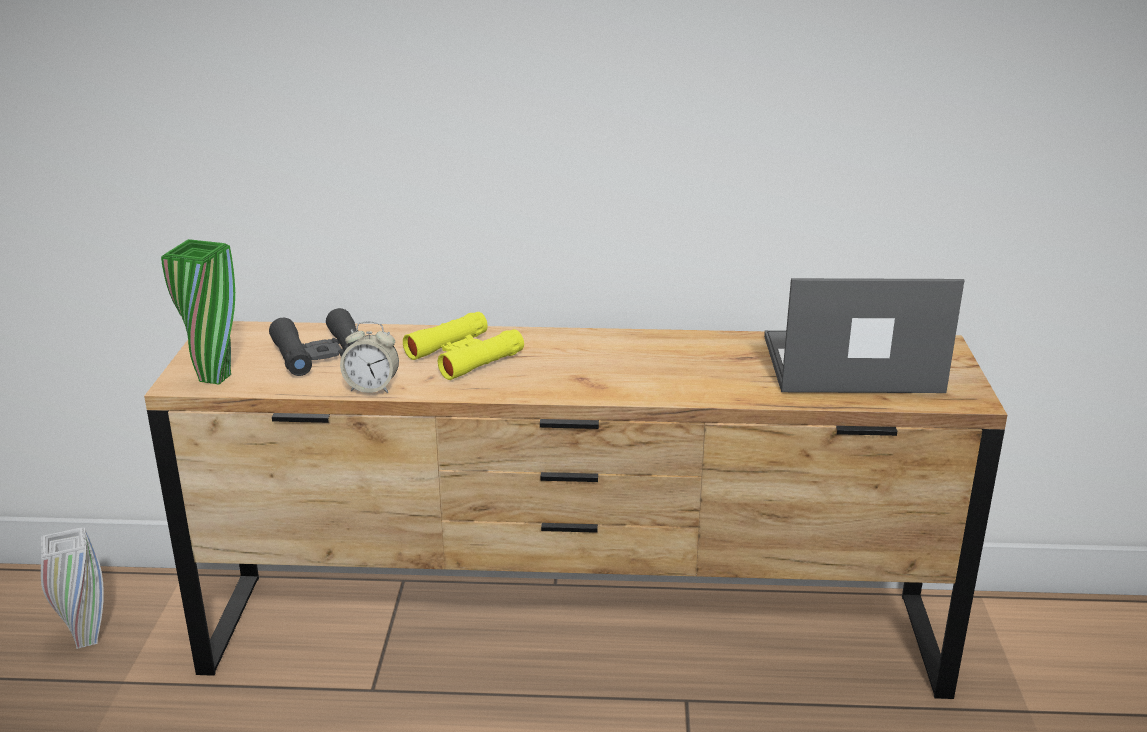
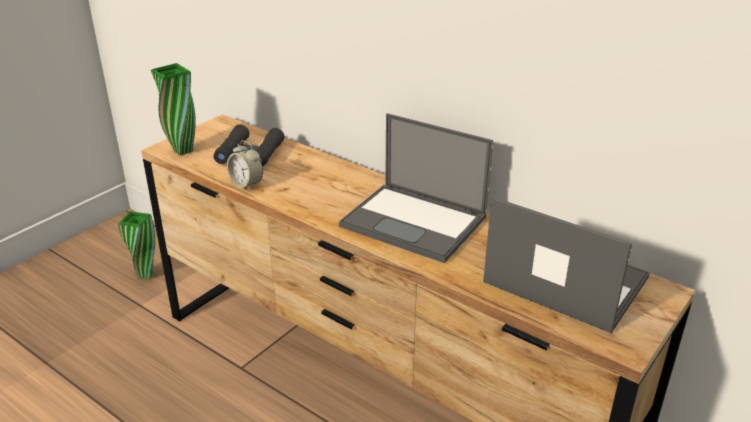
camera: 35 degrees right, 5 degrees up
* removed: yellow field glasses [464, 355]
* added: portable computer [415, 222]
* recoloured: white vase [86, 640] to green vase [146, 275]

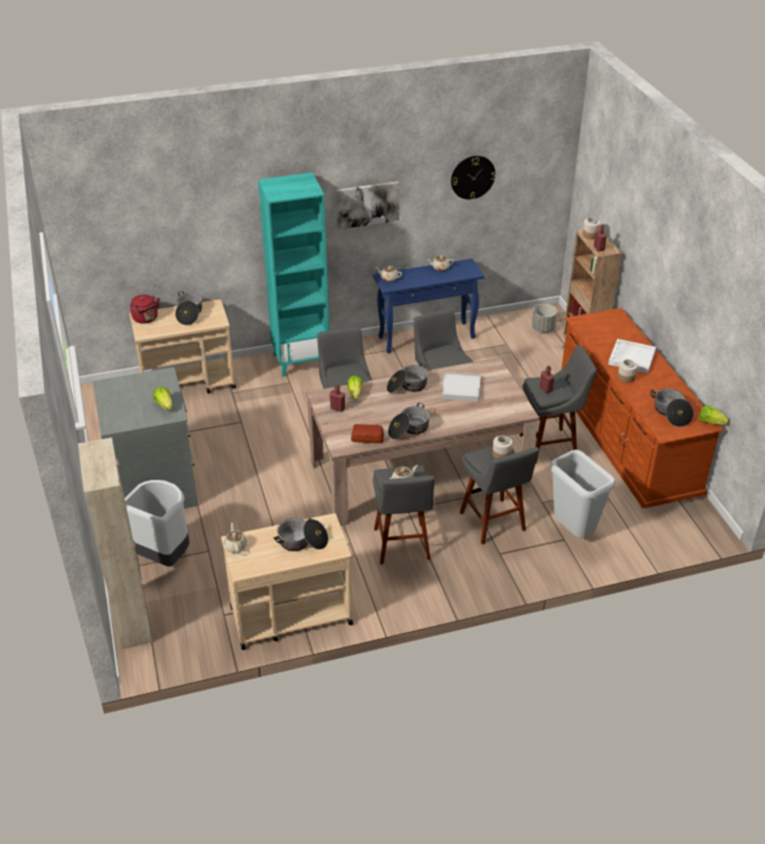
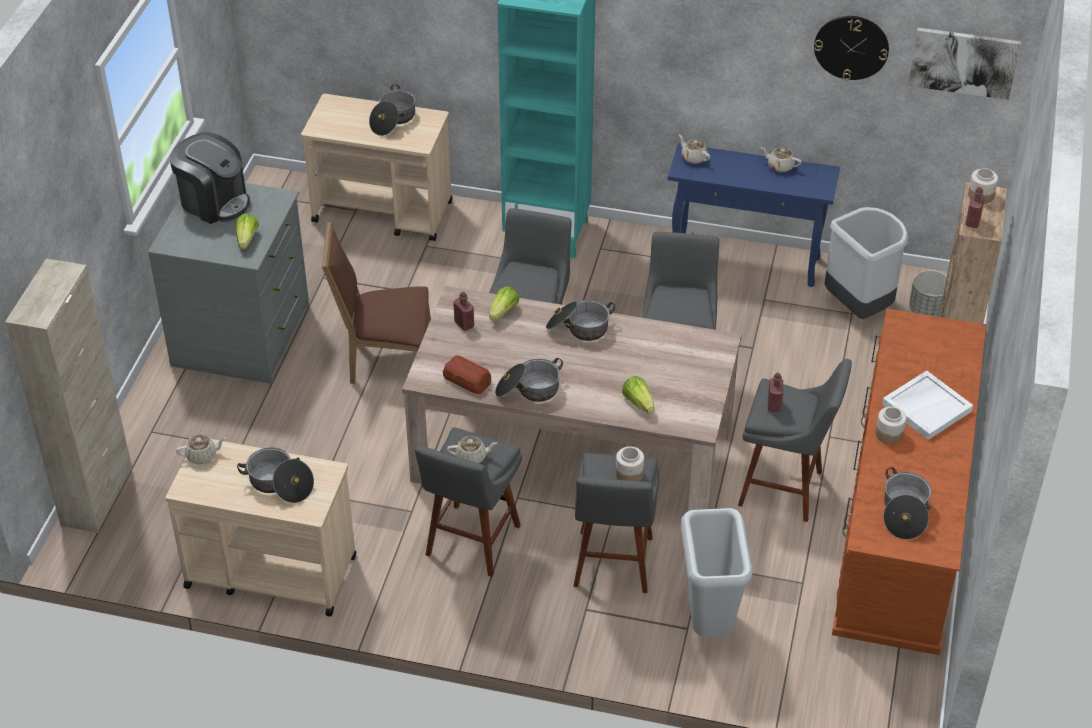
camera: 30 degrees right, 5 degrees up
* removed: red tea kettle [146, 319]
* removed: white serving tray [461, 388]
* added: coffee machine [214, 202]
* added: brownish upright chair [386, 361]
* moved: greyish trash can [164, 556] to [859, 307]
* moved: picture [367, 204] to [963, 62]
* moved: lettuce [711, 422] to [638, 402]
* turned: beige-coloured teapot [235, 546] = [202, 456] 60 degrees clockwise

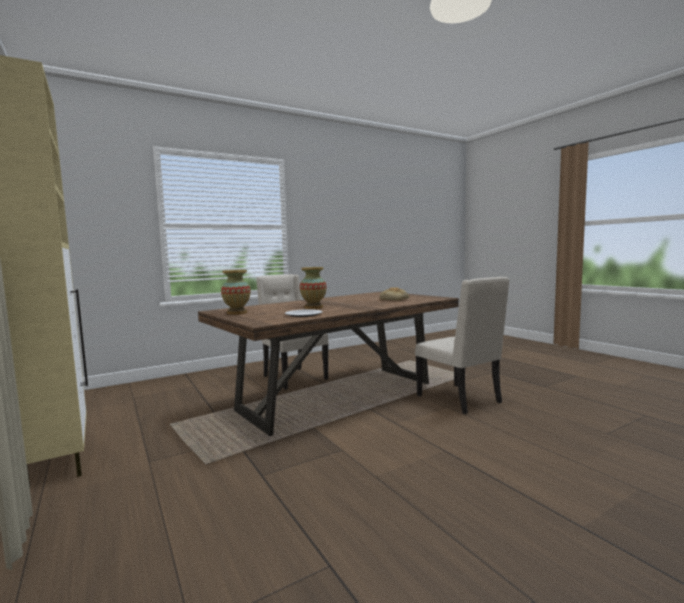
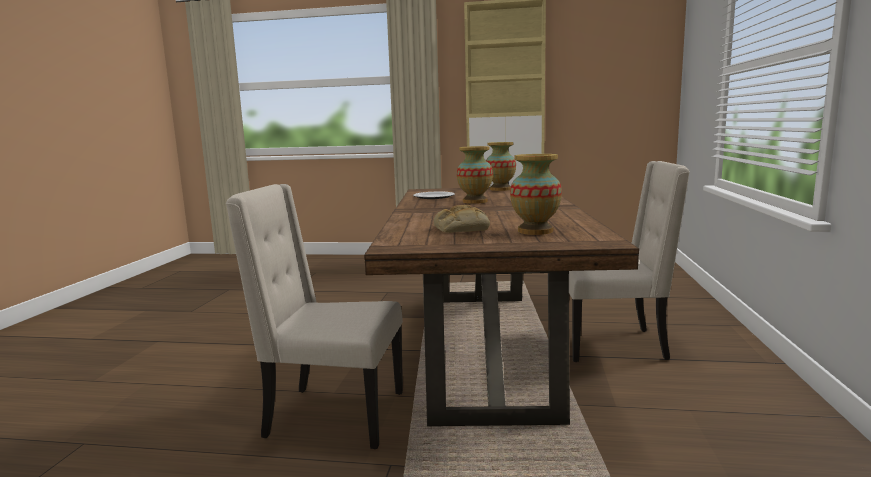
camera: 130 degrees right, 5 degrees up
* added: vase [535, 231]

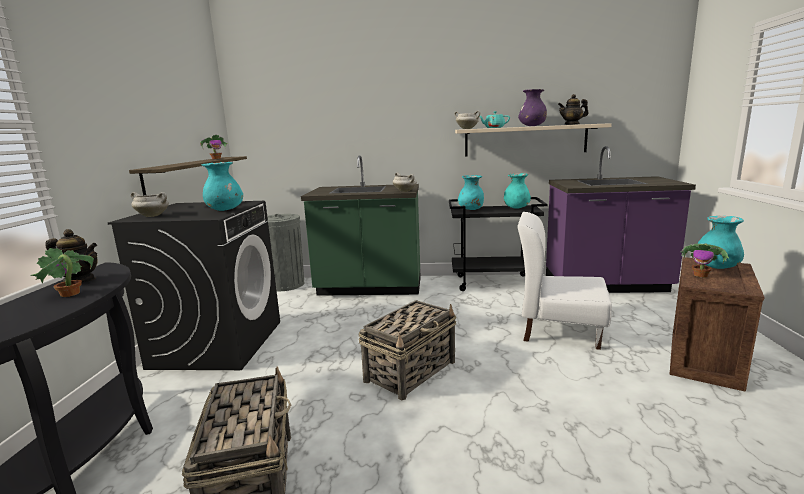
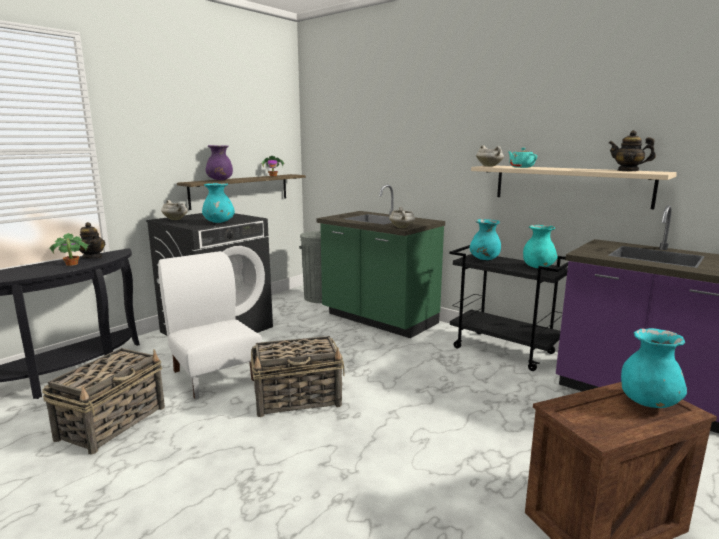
camera: 35 degrees right, 0 degrees up
* removed: potted plant [701, 275]
* moved: purple vase [532, 126] to [220, 180]
* moved: white upright chair [559, 330] to [214, 374]

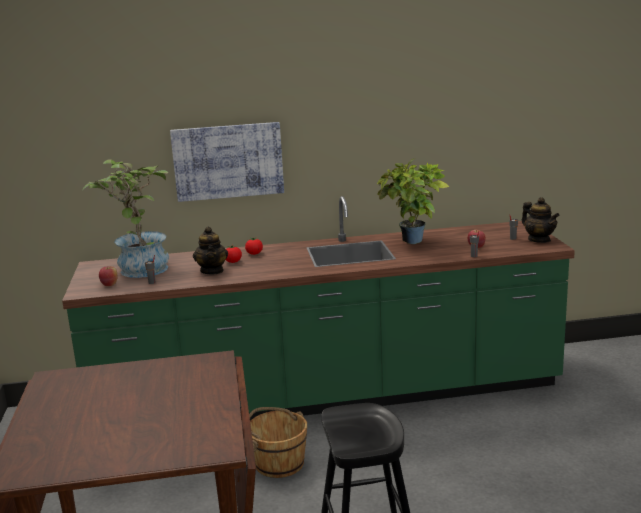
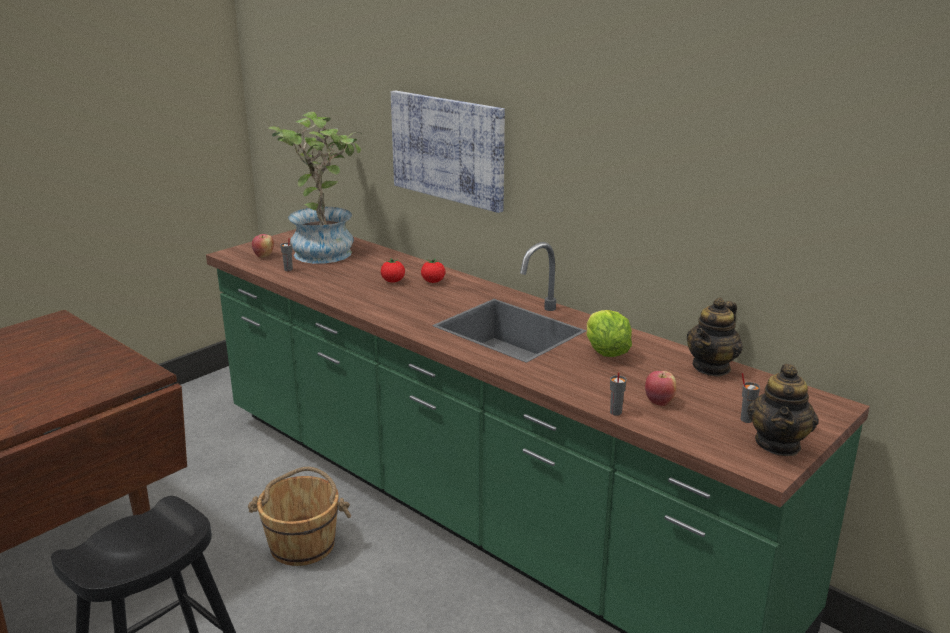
camera: 50 degrees right, 5 degrees up
* moved: teapot [212, 271] to [712, 367]
* replaced: potted plant [412, 243] to lettuce [605, 352]

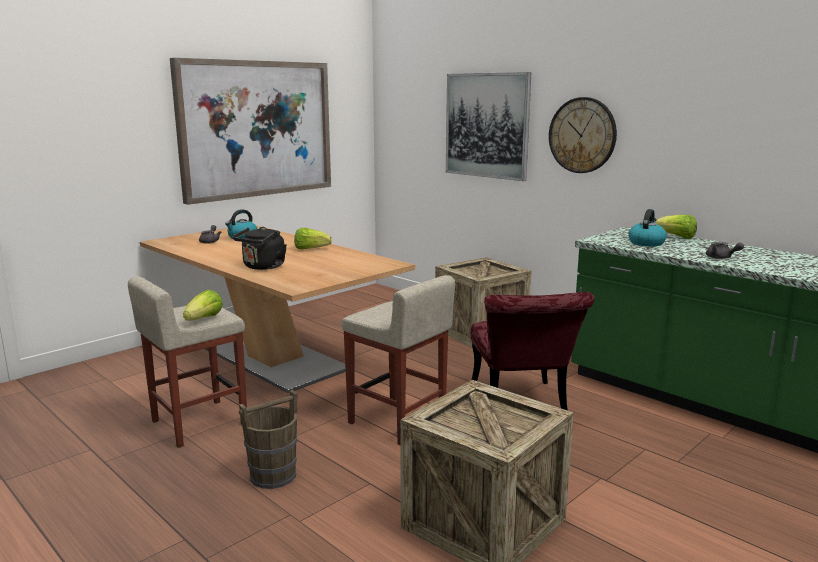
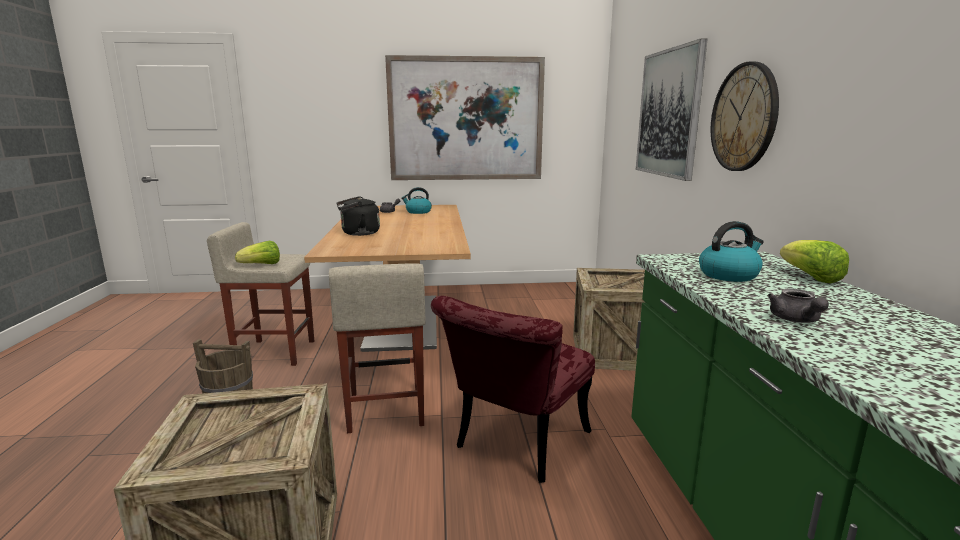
camera: 40 degrees right, 0 degrees up
* removed: lettuce [311, 249]

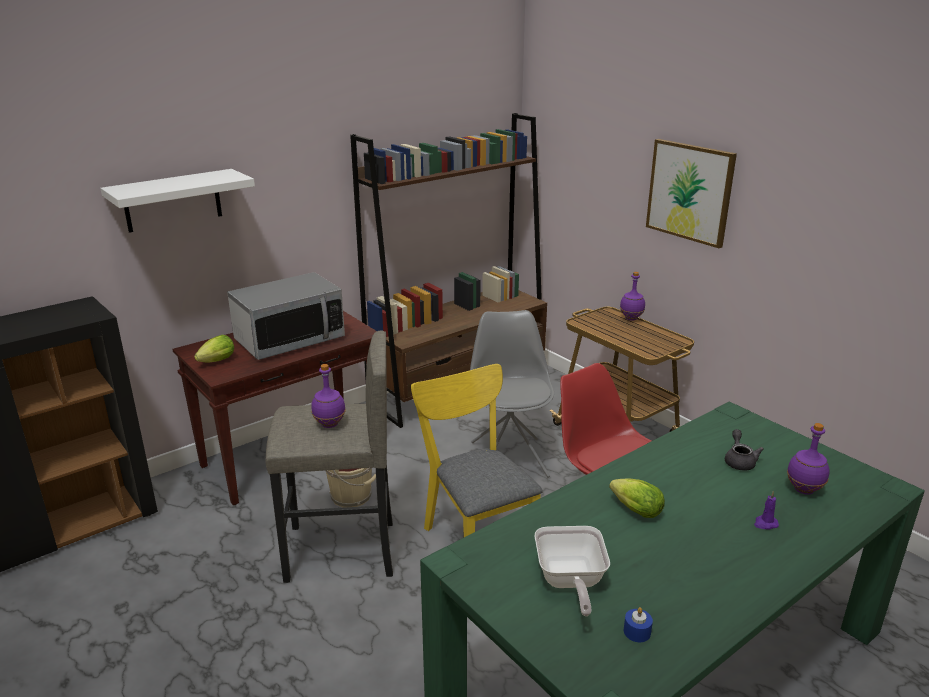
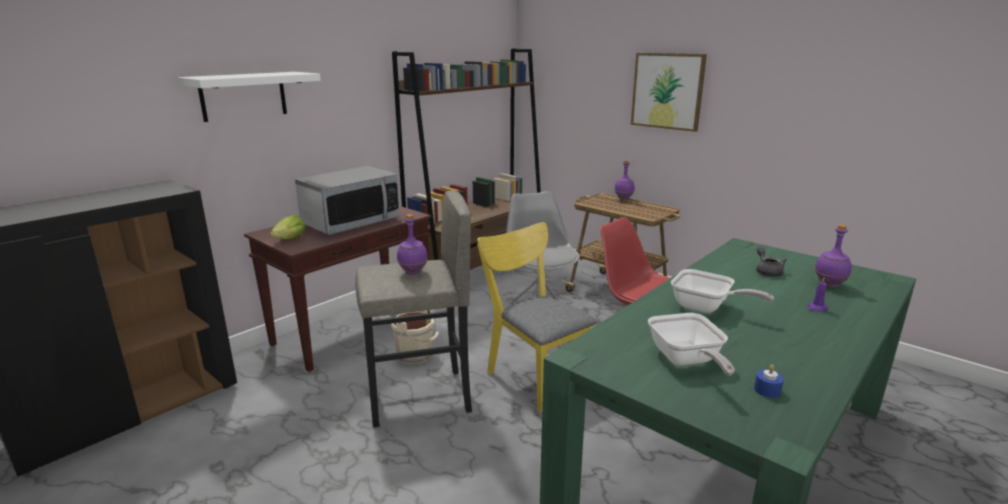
camera: 10 degrees left, 5 degrees down
* replaced: lettuce [633, 509] to frying pan [706, 308]

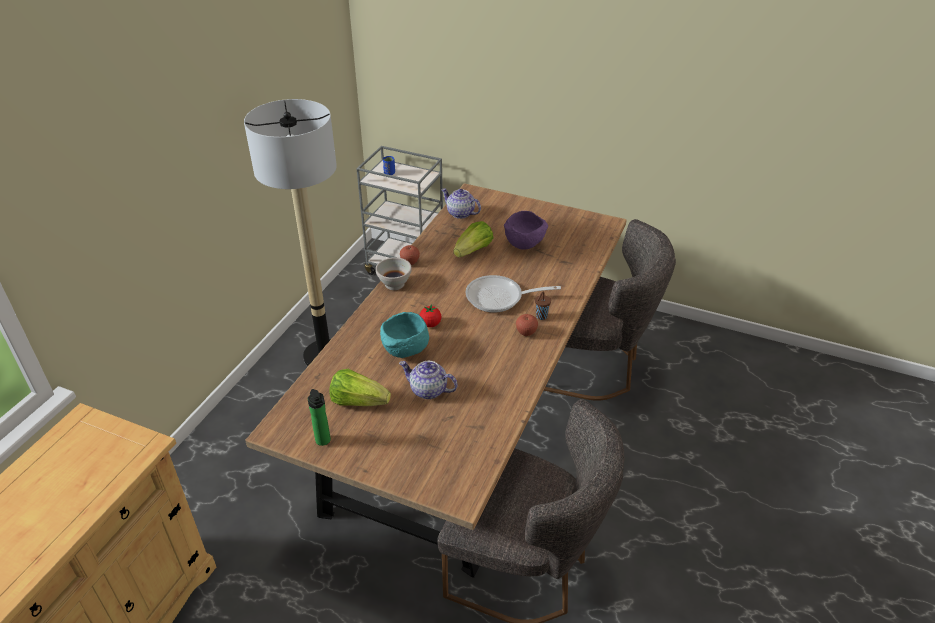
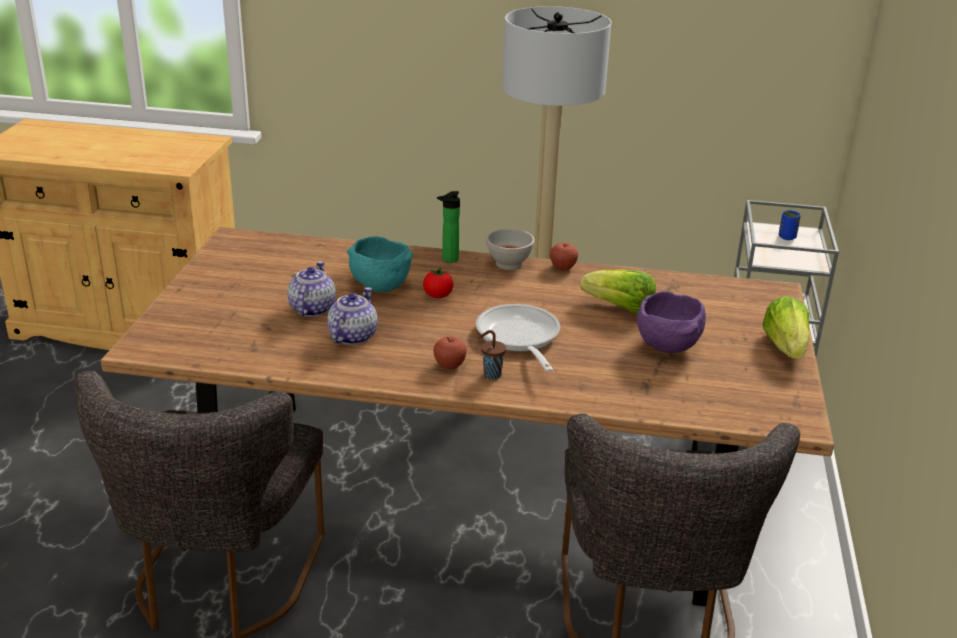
camera: 75 degrees right, 10 degrees down
* moved: drink bottle [324, 441] to [448, 260]
* moved: lettuce [358, 401] to [785, 347]
* moved: teapot [460, 213] to [352, 336]

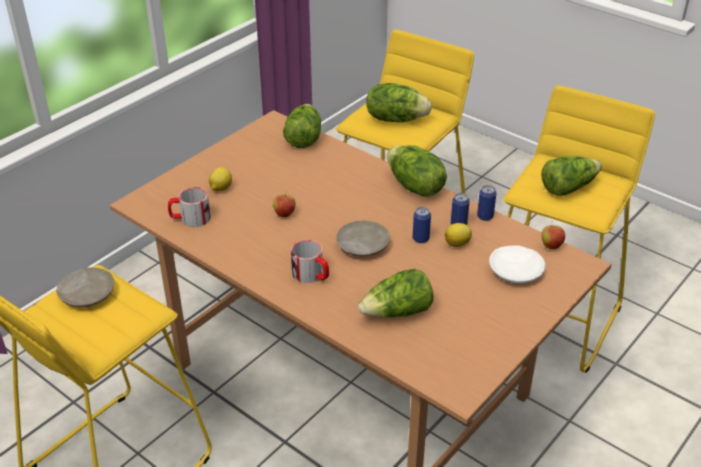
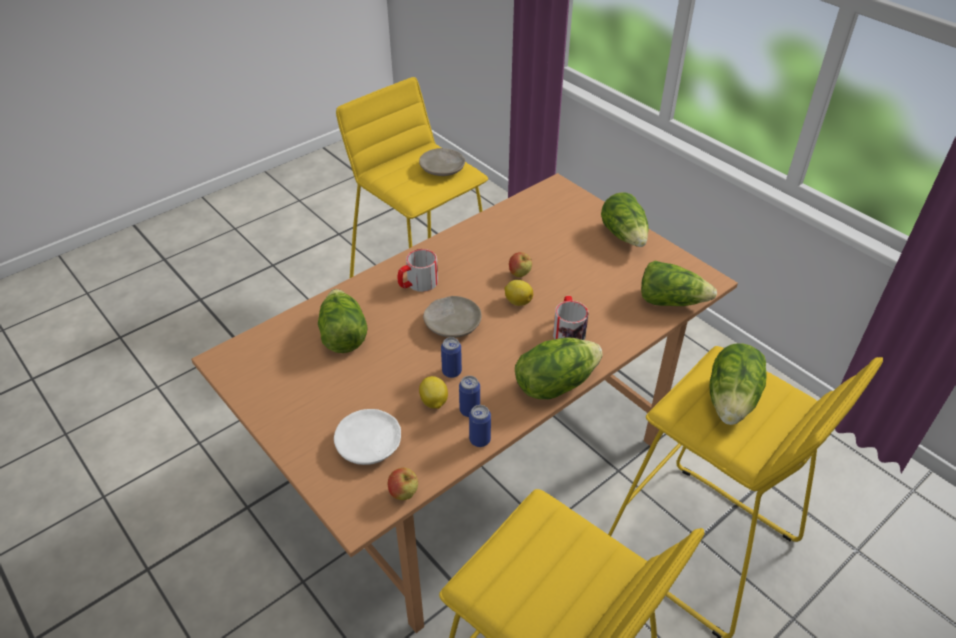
camera: 100 degrees right, 5 degrees up
* moved: mug [190, 219] to [568, 330]
* moved: lemon [220, 188] to [517, 301]
* moved: lettuce [568, 187] to [625, 236]

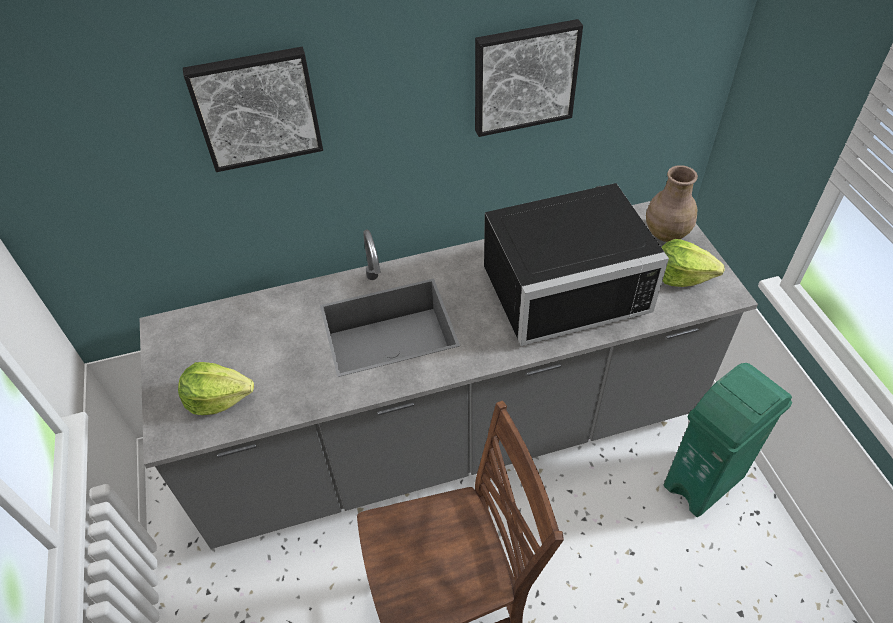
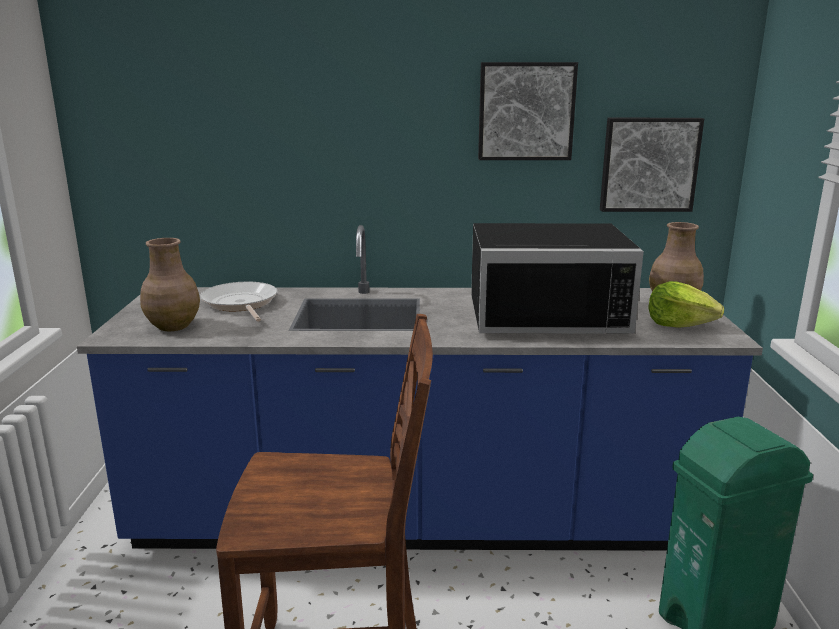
camera: 15 degrees right, 30 degrees down
* added: frying pan [240, 304]
* moved: picture [256, 108] to [648, 164]
* replaced: lettuce [218, 398] to brownish vase [173, 326]
* recoloured: greyish counter [451, 434] to bluish counter [419, 519]

